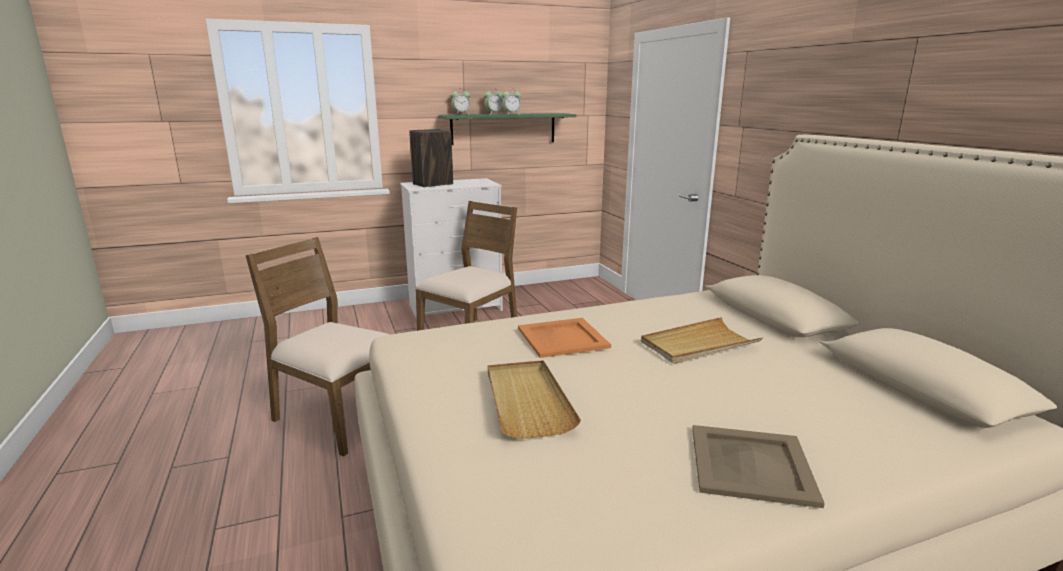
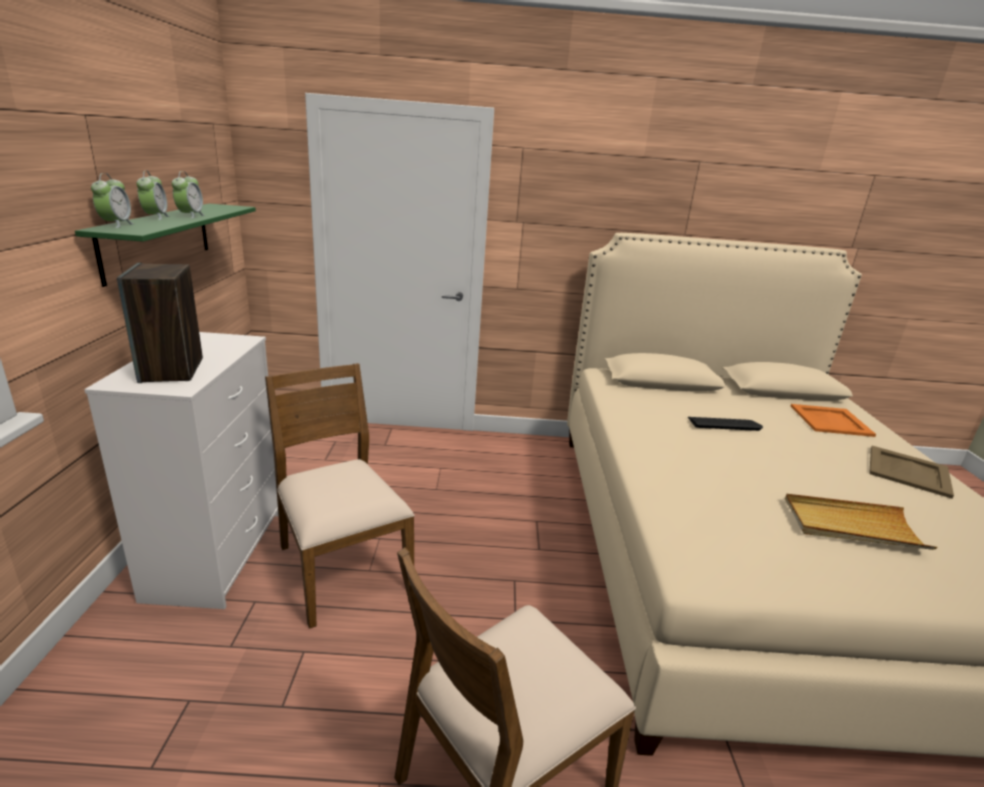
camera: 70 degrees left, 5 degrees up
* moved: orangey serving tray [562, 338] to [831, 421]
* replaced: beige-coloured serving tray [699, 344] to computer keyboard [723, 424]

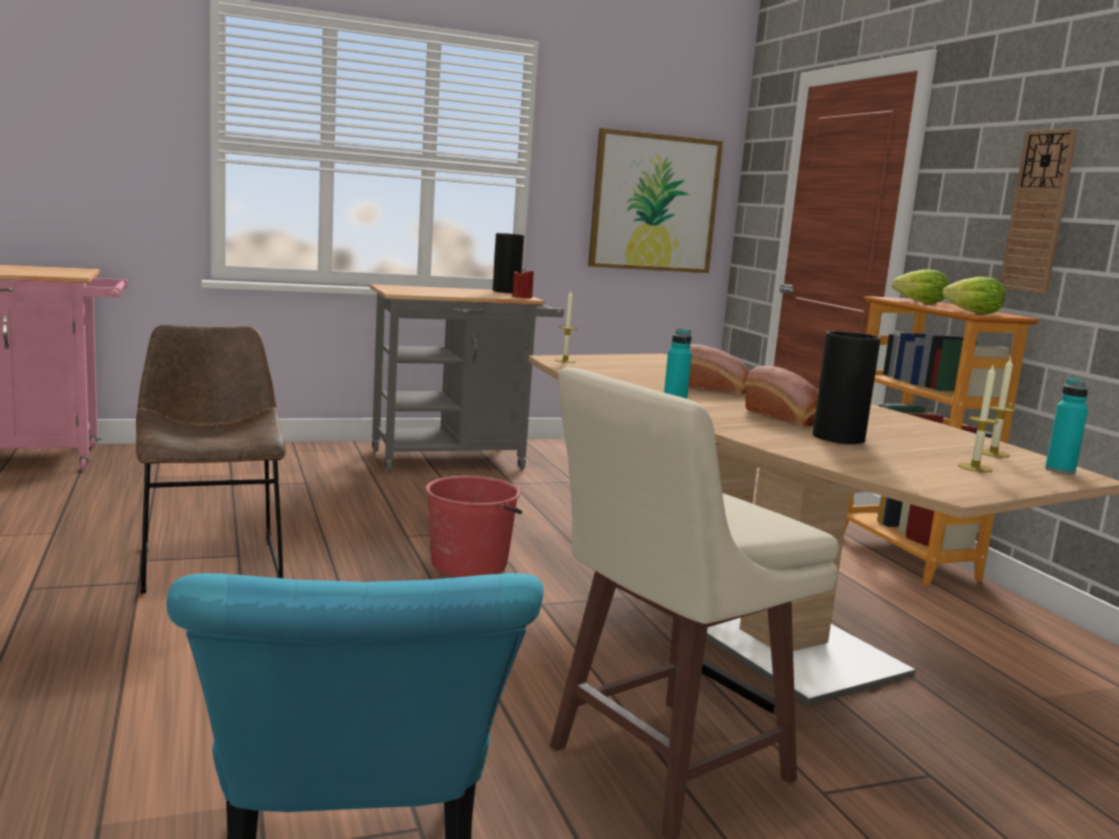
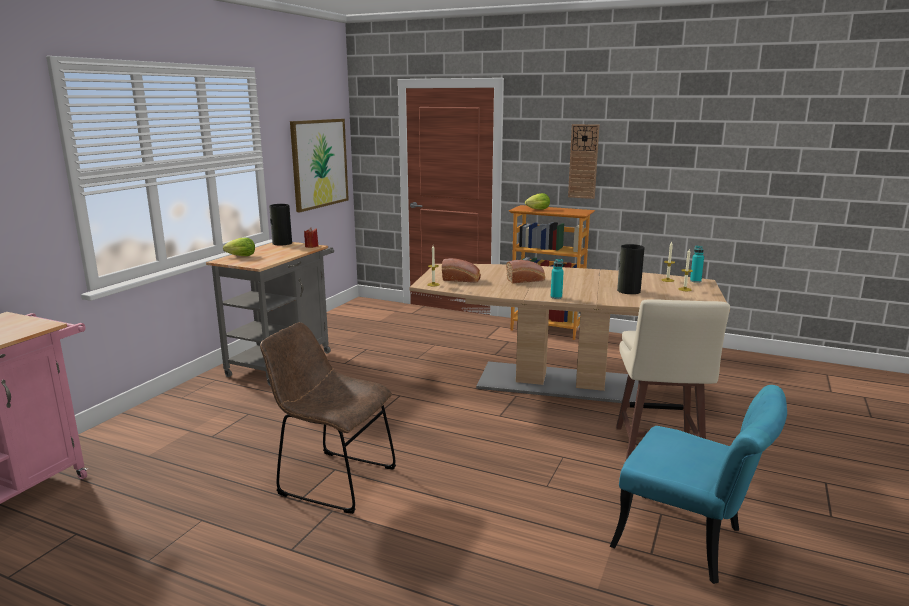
camera: 45 degrees left, 5 degrees up
* removed: red pail [470, 564]
* moved: baked bread [786, 418] to [462, 280]
* moved: lettuce [969, 312] to [239, 256]

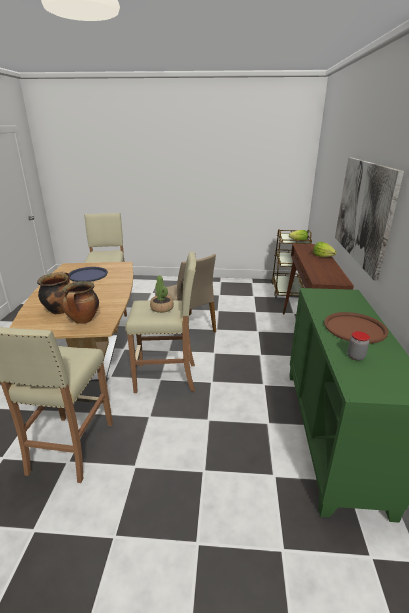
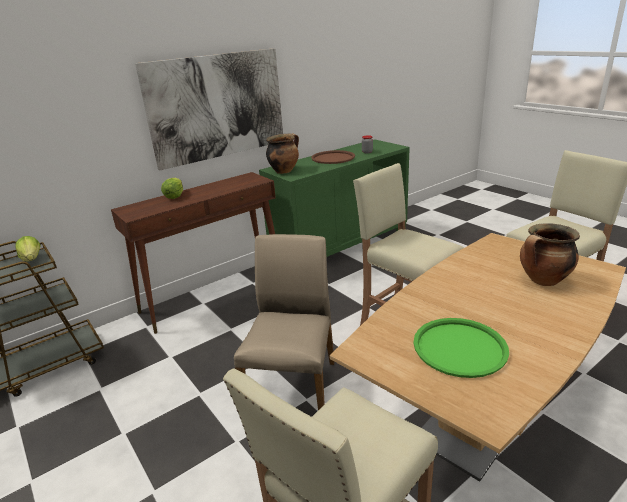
camera: 130 degrees left, 0 degrees up
* removed: potted plant [162, 308]
* moved: cooking pot [83, 320] to [284, 171]
* recoloured: bluish serving tray [88, 275] to green serving tray [460, 347]

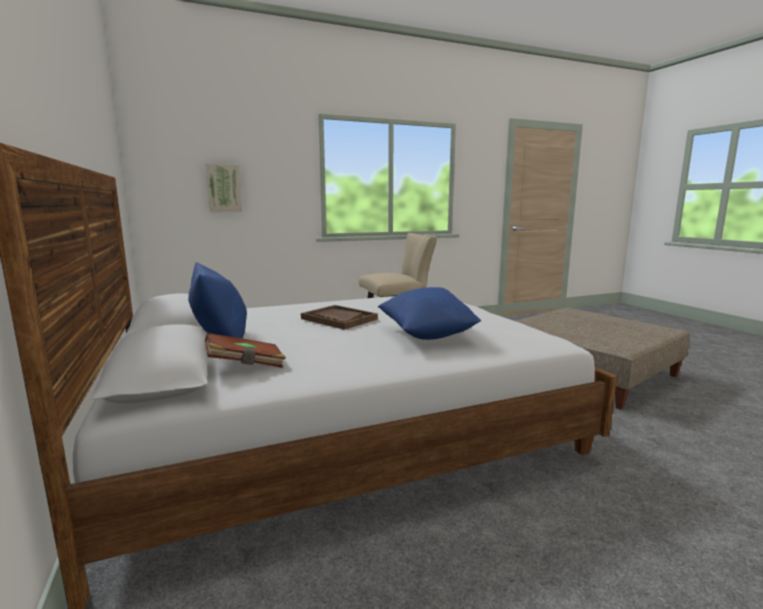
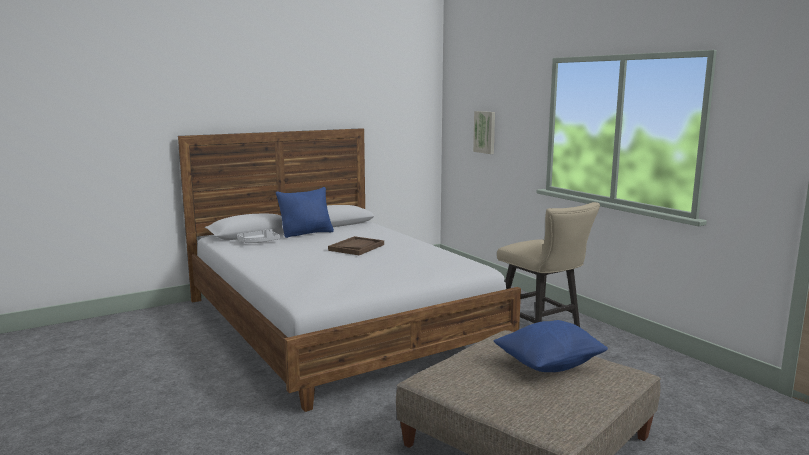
camera: 80 degrees right, 0 degrees up
* moved: bluish cushion [426, 334] to [549, 365]
* replaced: brownish book [245, 365] to greyish serving tray [259, 242]

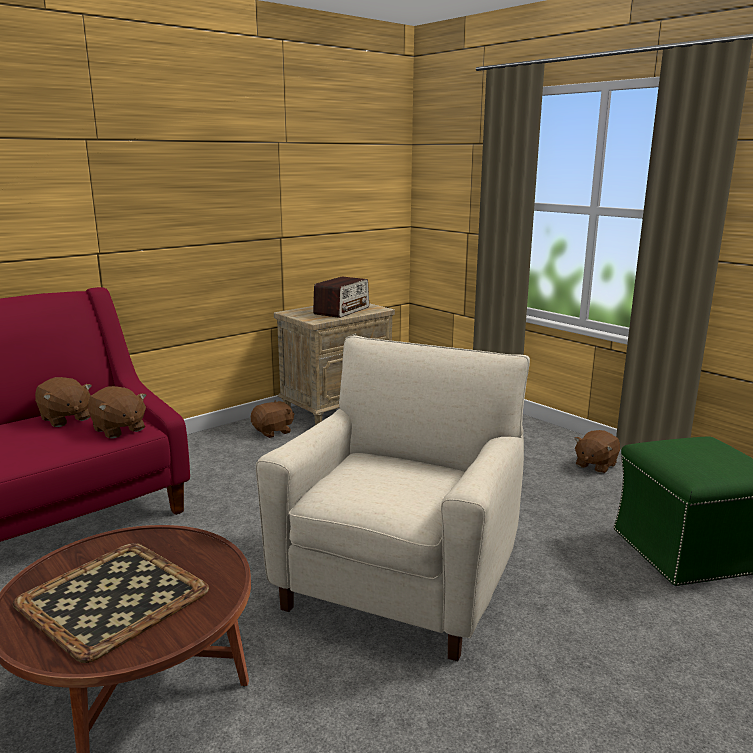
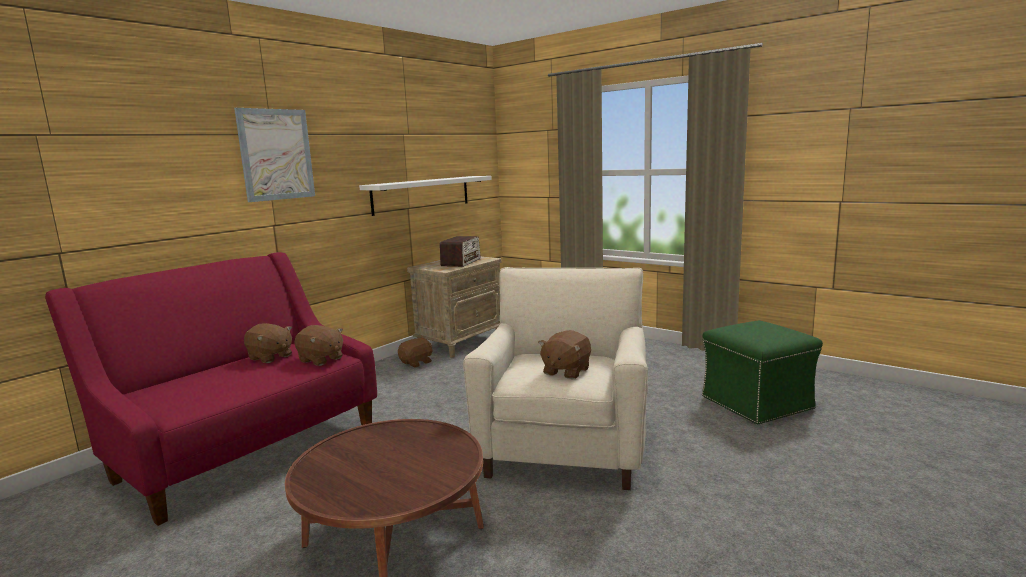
camera: 10 degrees left, 5 degrees down
* removed: serving tray [115, 597]
* added: picture [276, 154]
* added: white bracket shelf [422, 194]
* moved: brownish soft toy [595, 465] to [565, 371]

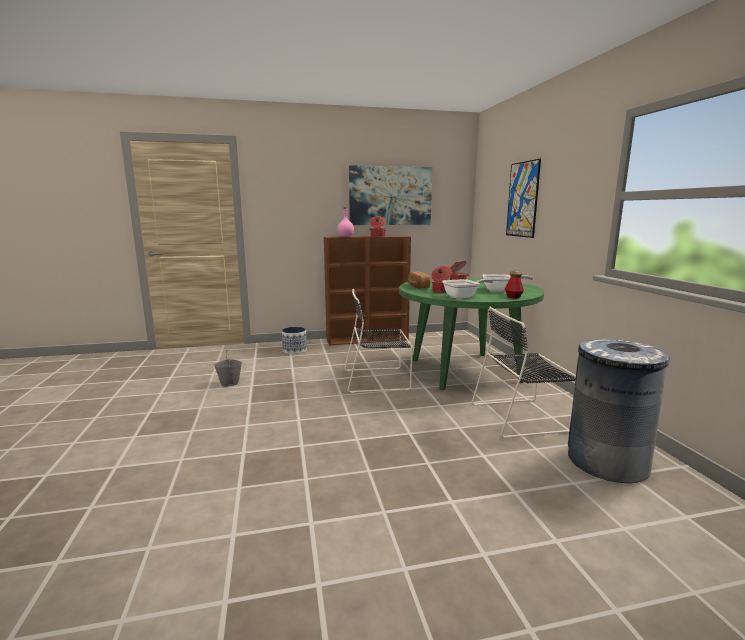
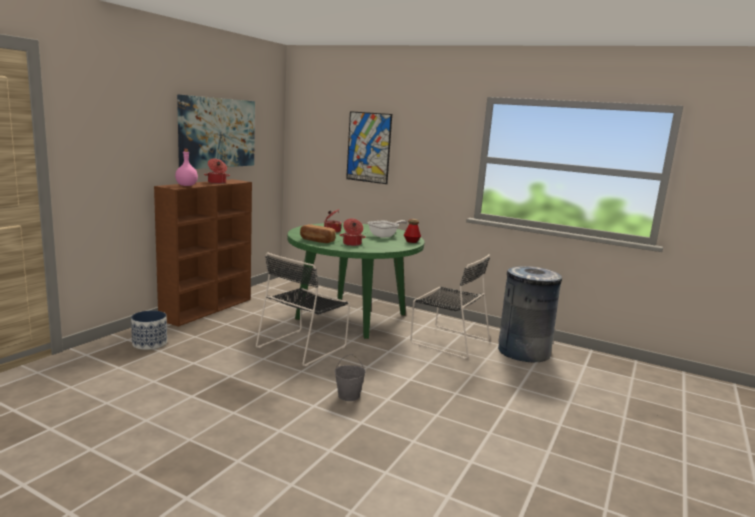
camera: 50 degrees left, 0 degrees up
* removed: frying pan [463, 297]
* moved: greyish pail [230, 383] to [349, 395]
* turned: blackish upright chair [522, 417] = [447, 341] 90 degrees counterclockwise

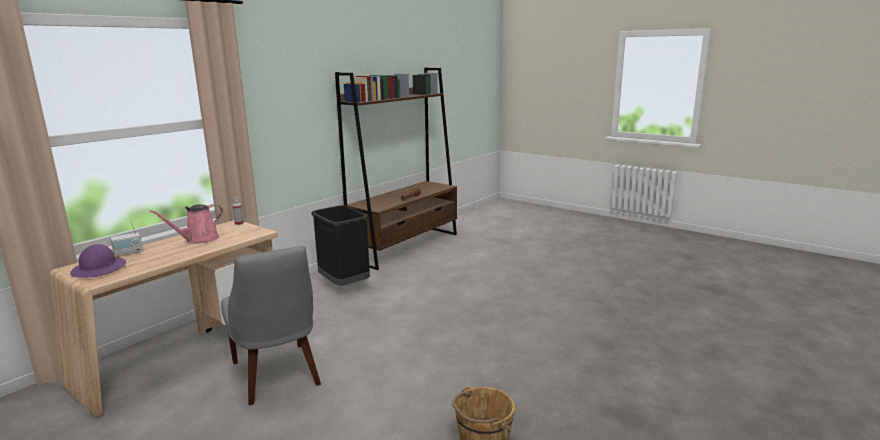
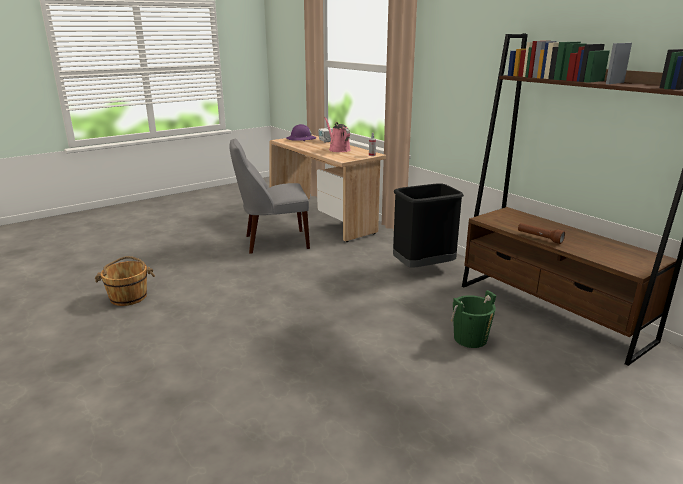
camera: 105 degrees right, 5 degrees up
* added: green pail [470, 339]

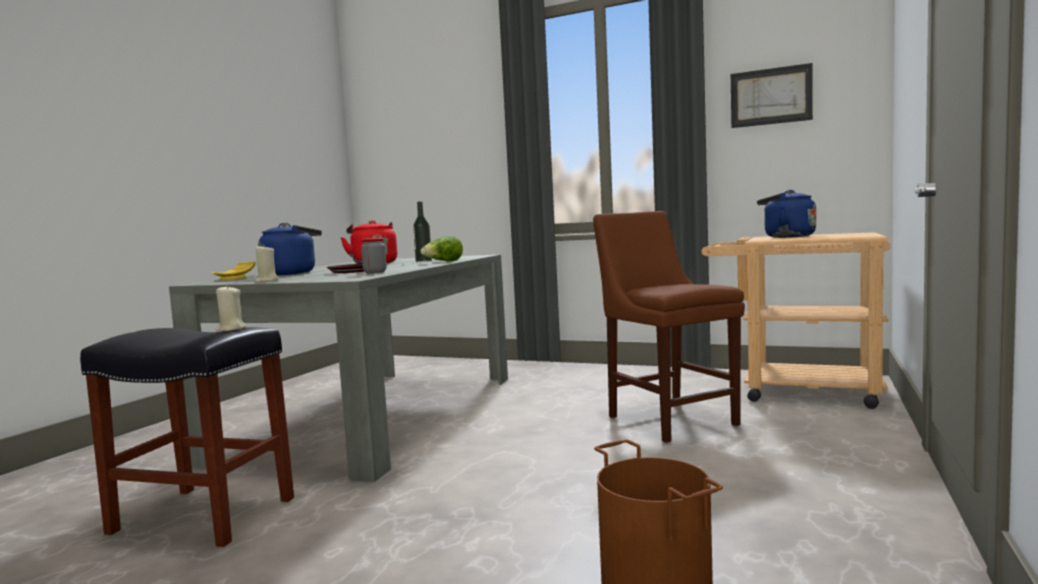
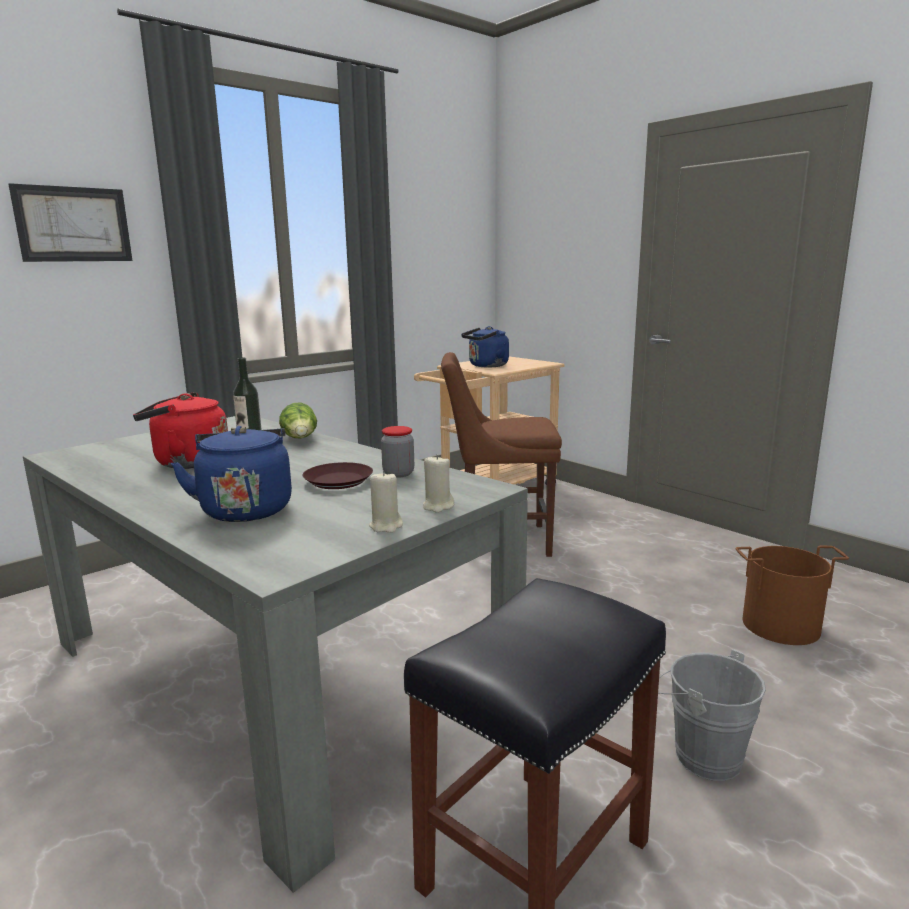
camera: 65 degrees left, 10 degrees up
* removed: yellow dinner plate [236, 279]
* added: greyish pail [700, 754]
* moved: beige-coloured candle [231, 329] to [438, 506]
* moved: picture [770, 96] to [73, 224]

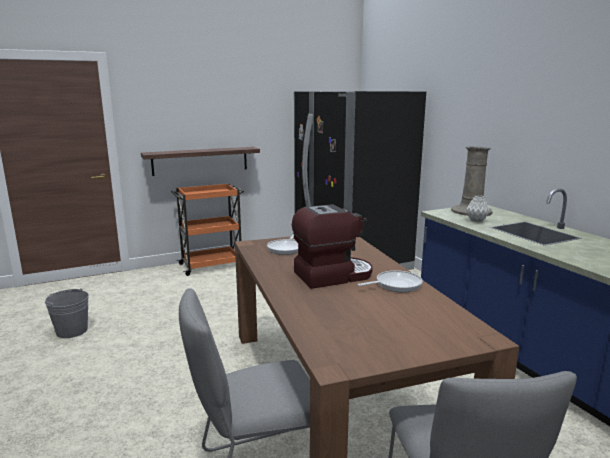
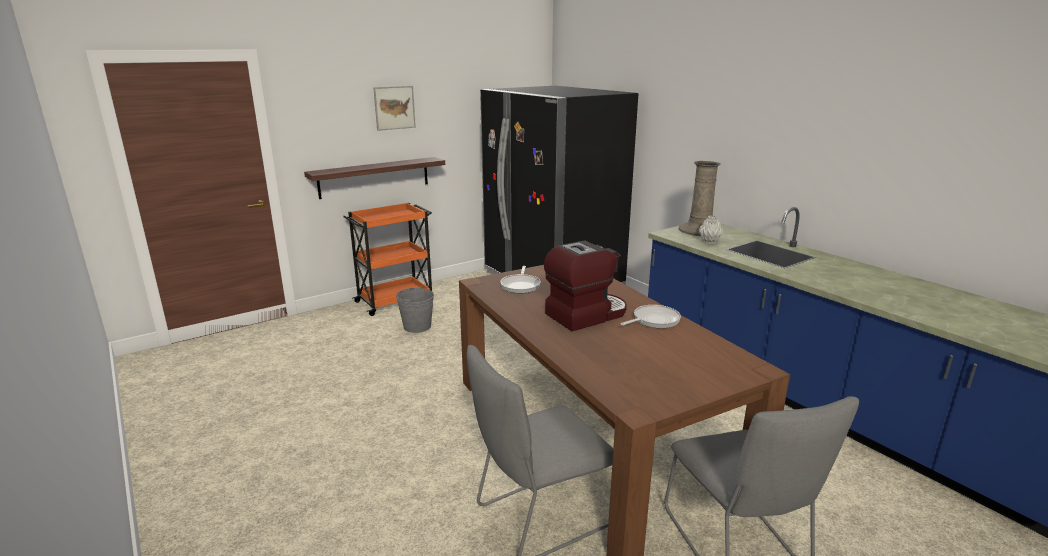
camera: 10 degrees left, 5 degrees up
* added: picture [394, 107]
* moved: greyish pail [72, 331] to [417, 326]

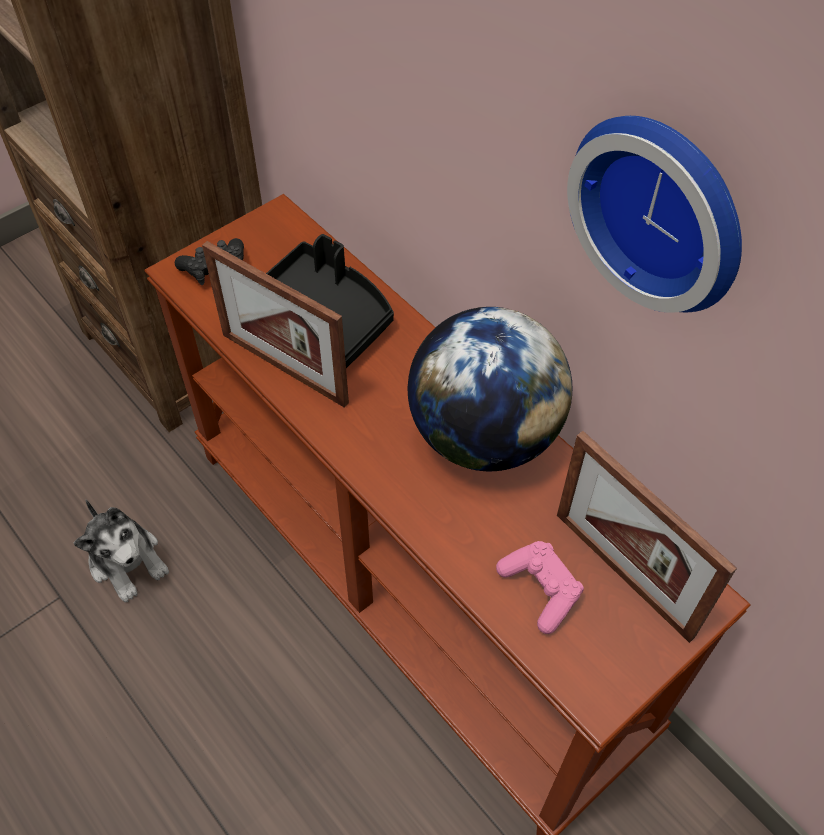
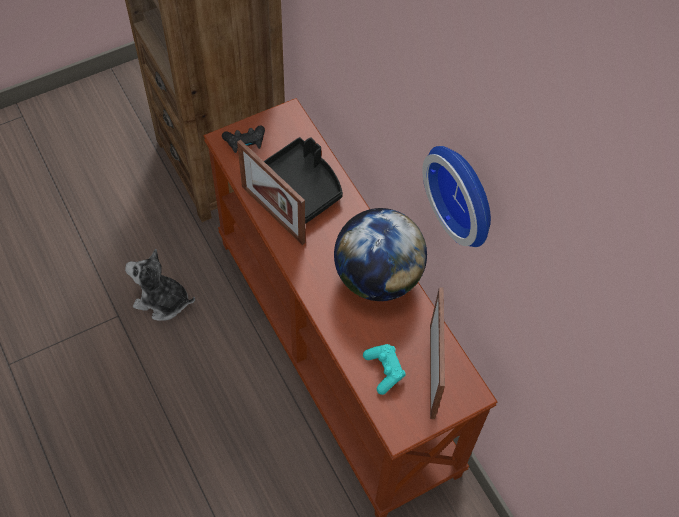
camera: 10 degrees right, 5 degrees up
* recoloured: pinkish joypad [540, 590] to turquoise joypad [384, 370]
* turned: soft toy [127, 560] = [162, 301] 135 degrees clockwise
* turned: picture frame [623, 574] = [432, 371] 150 degrees counterclockwise

